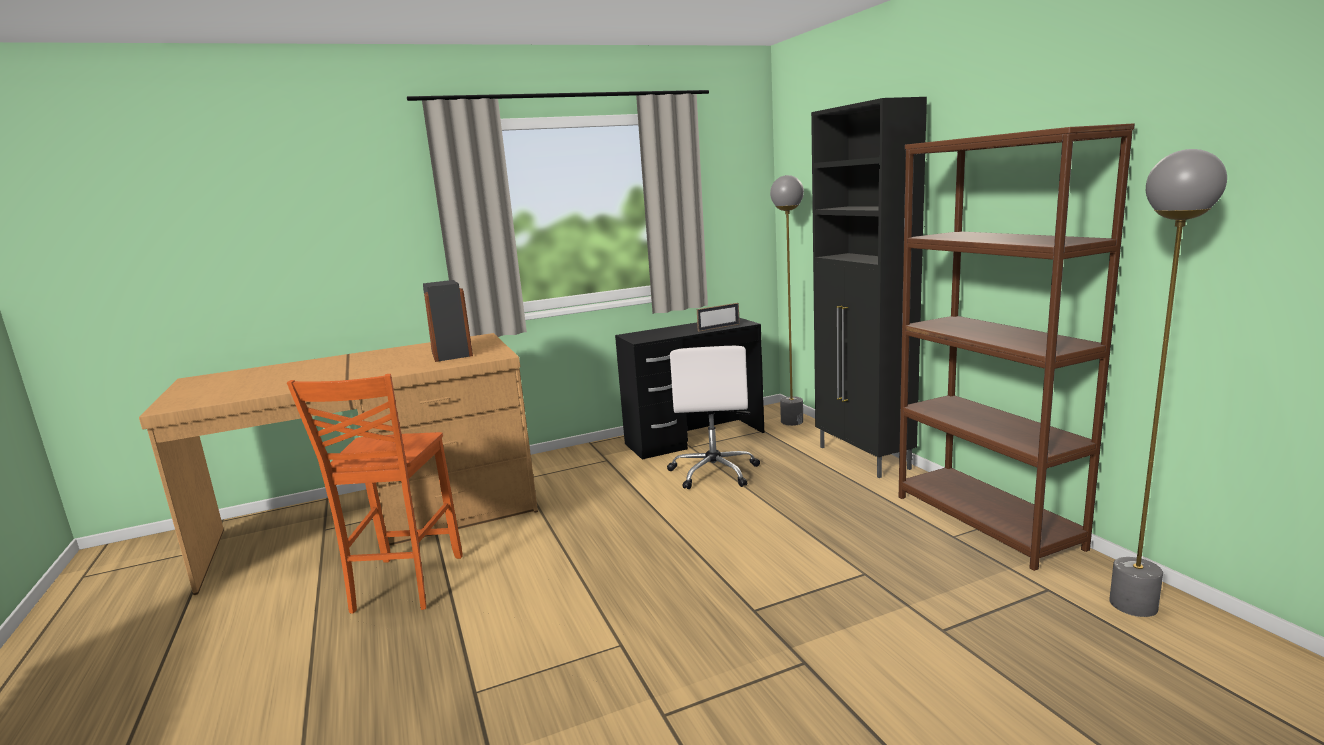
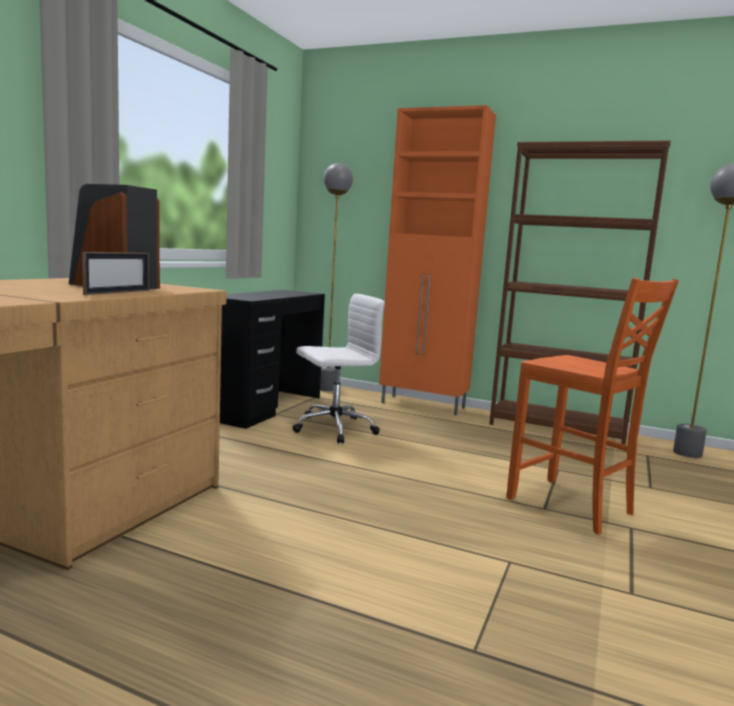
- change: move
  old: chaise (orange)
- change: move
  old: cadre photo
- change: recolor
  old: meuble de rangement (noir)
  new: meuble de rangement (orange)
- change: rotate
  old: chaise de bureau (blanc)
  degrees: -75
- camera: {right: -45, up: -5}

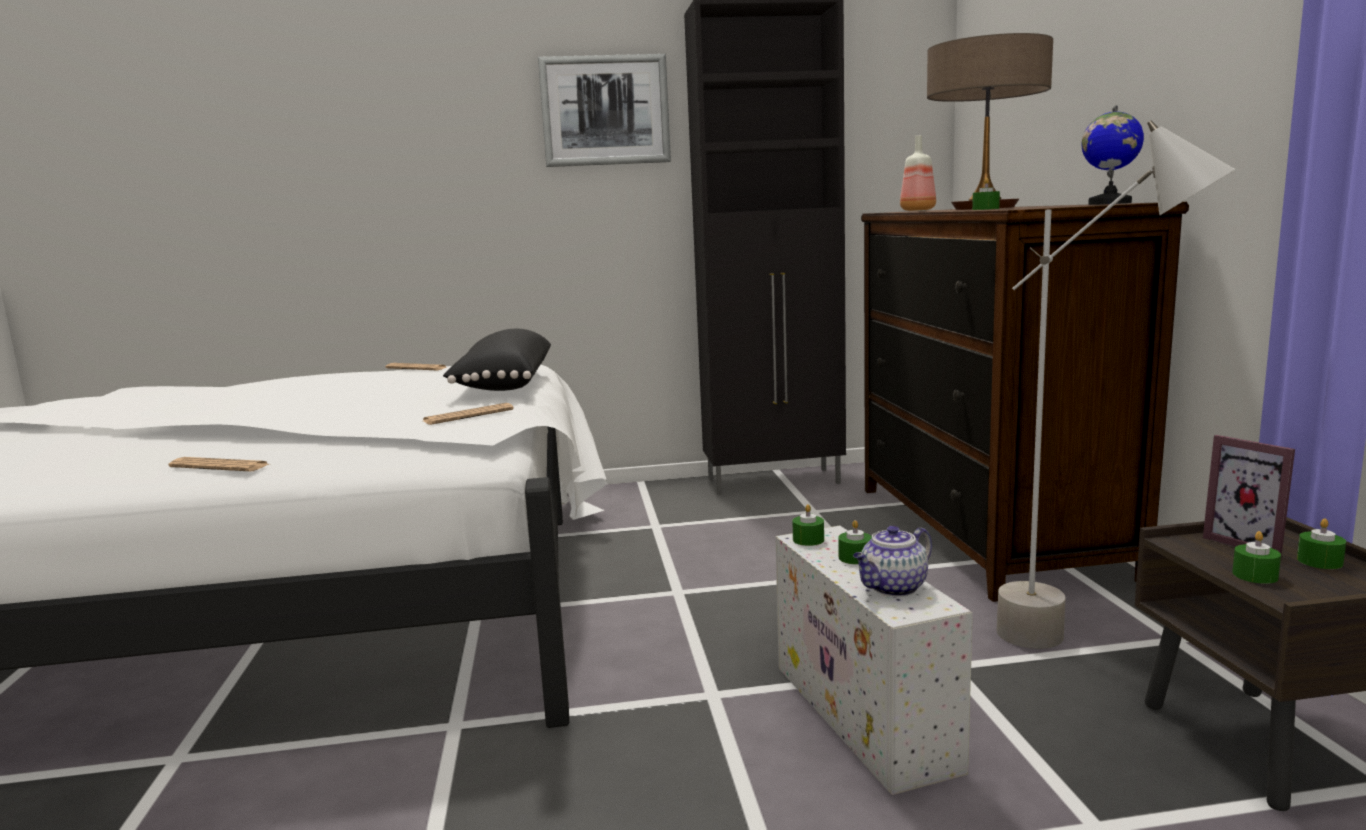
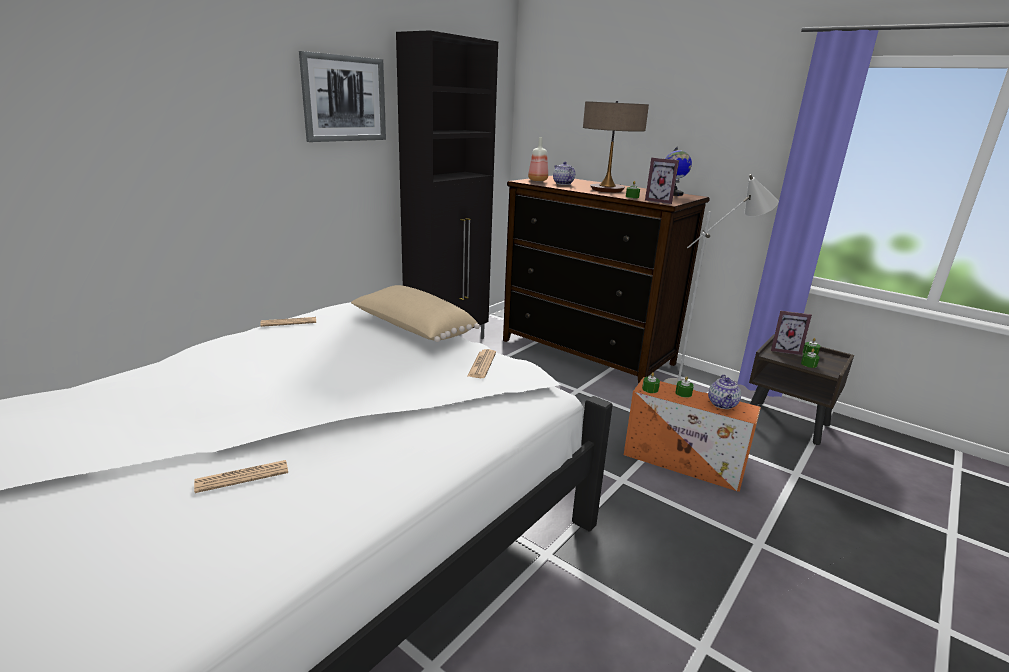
- change: insert
  new: théière (1st from left)
- change: insert
  new: cadre photo (1st from left)
- change: move
  old: journal (1st from left)
- change: recolor
  old: coussin (noir)
  new: coussin (beige)
- change: recolor
  old: boîte de rangement (blanc)
  new: boîte de rangement (orange)
- camera: {right: -45, up: 10}

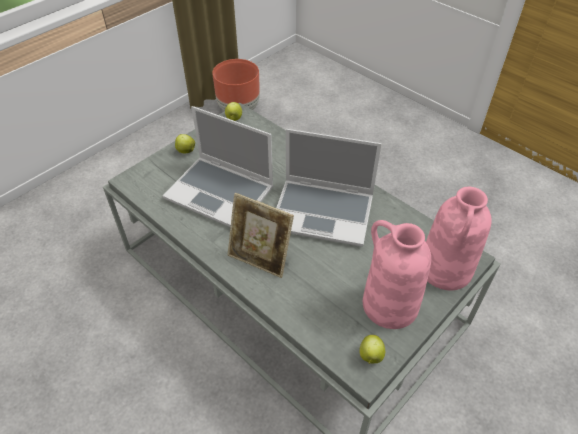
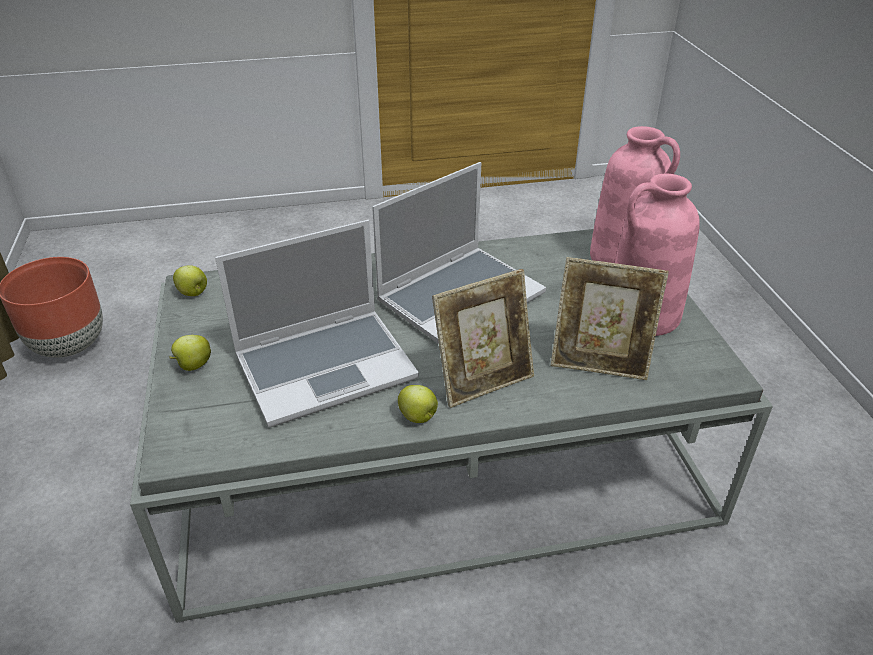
- change: insert
  new: cadre photo (2nd from left)
- change: move
  old: pomme (3rd from left)
- camera: {right: -55, up: -10}

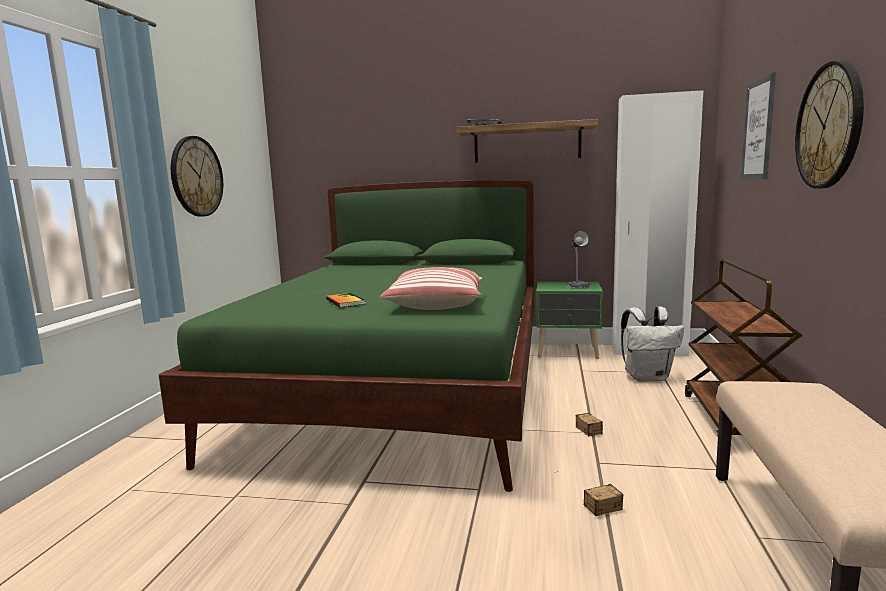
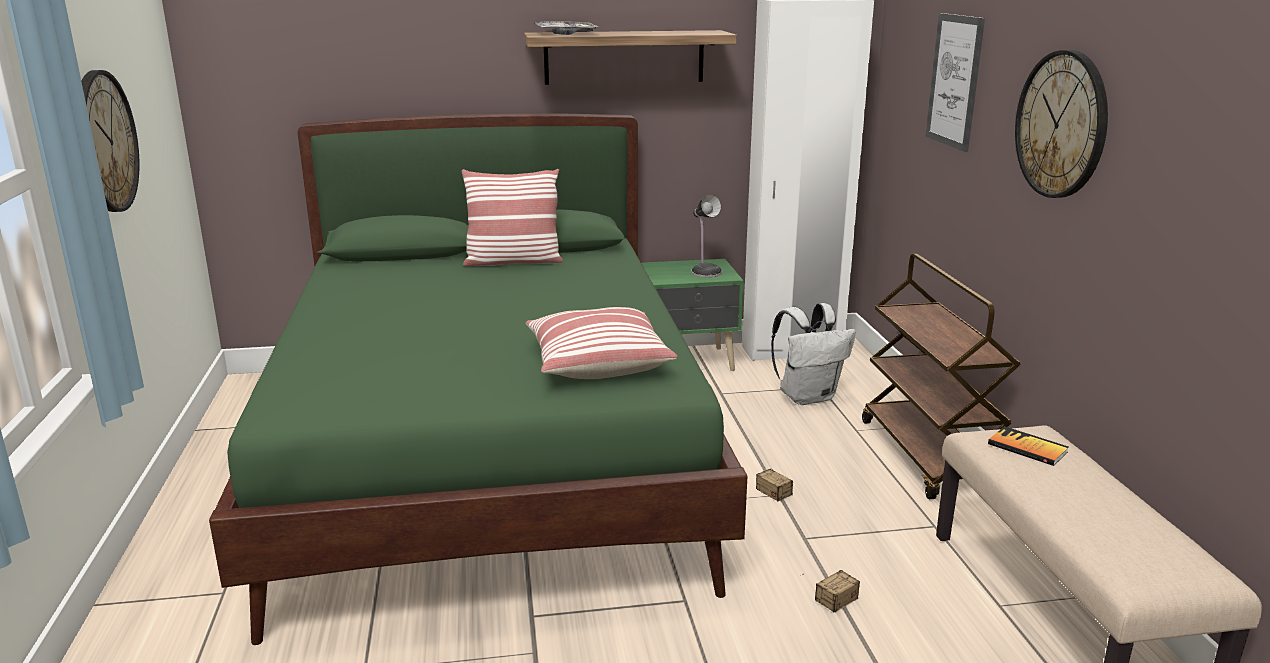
- change: insert
  new: coussin (1st from left)
- change: move
  old: livre
- camera: {right: -20, up: 10}

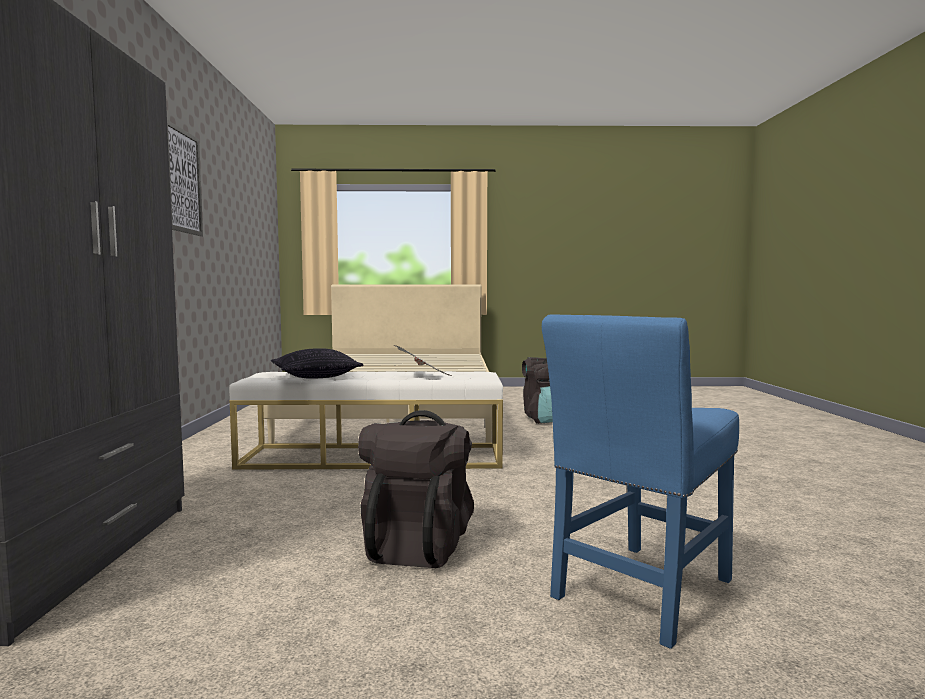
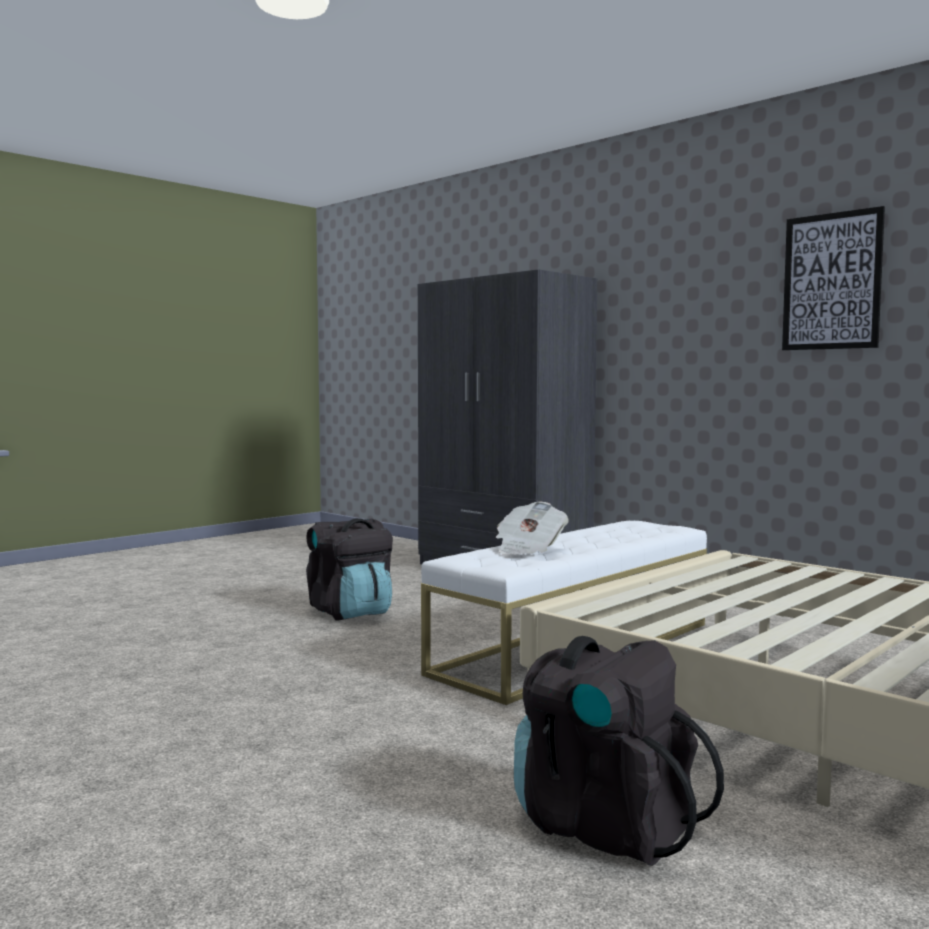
- change: delete
  old: coussin
- change: delete
  old: chaise (bleu)
- camera: {right: 135, up: 0}

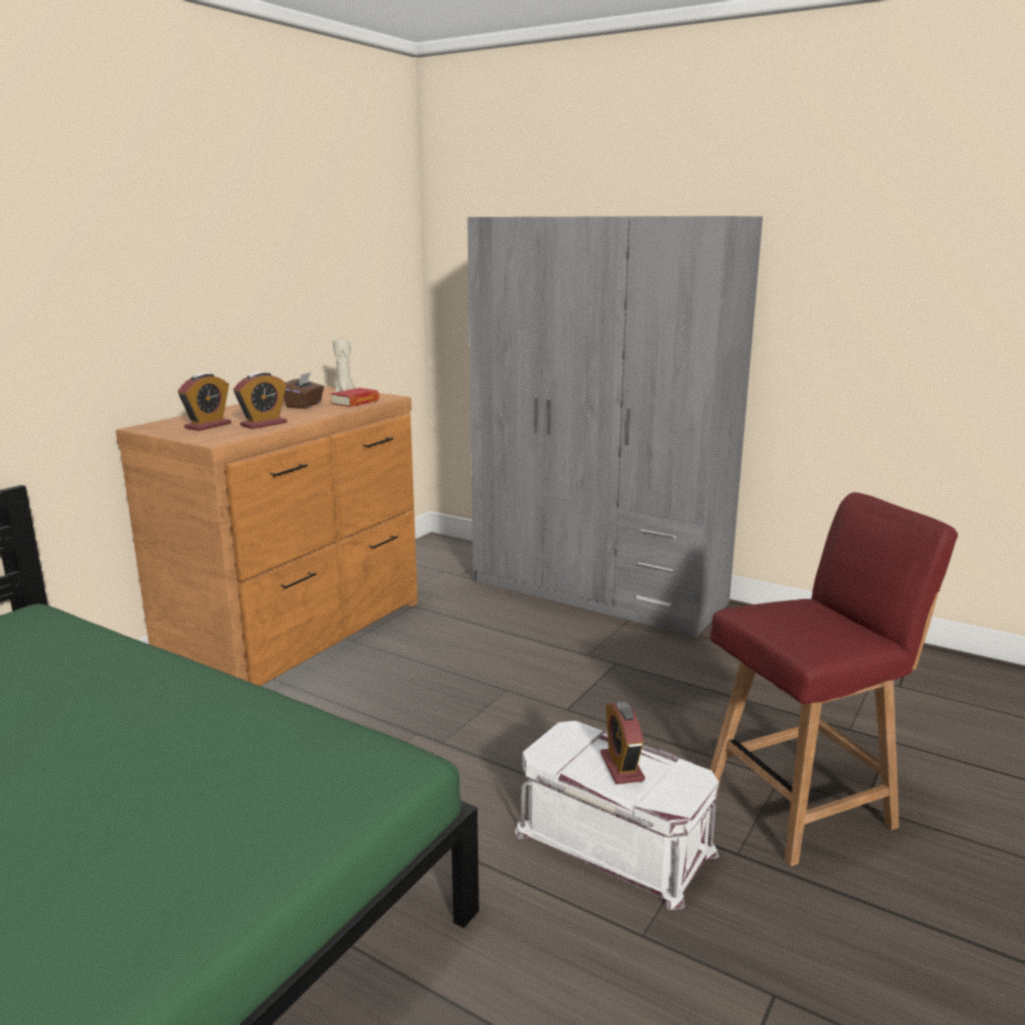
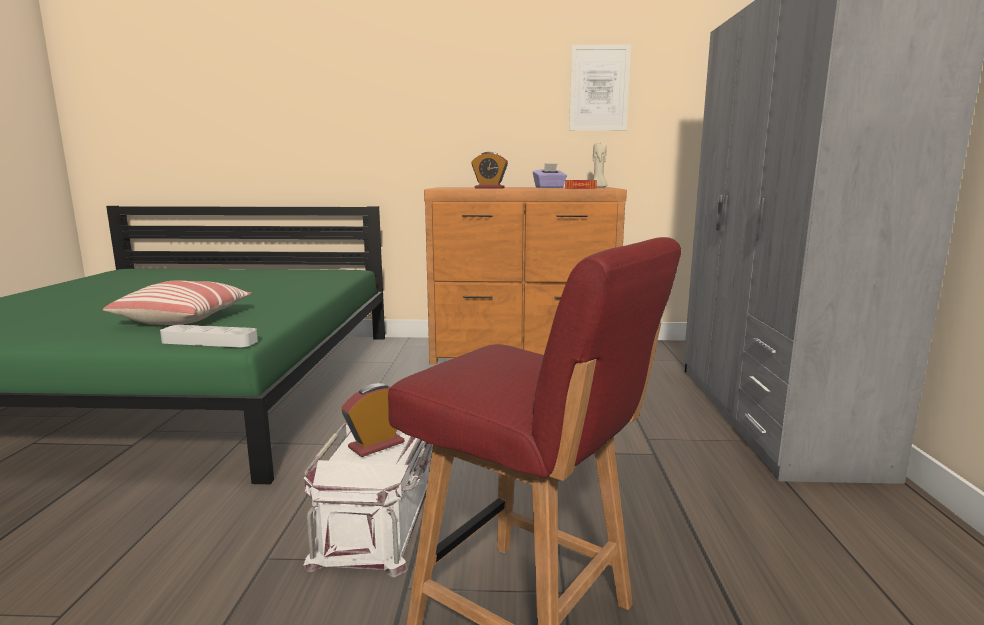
- change: delete
  old: réveil (1st from left)
- change: insert
  new: coussin
- change: insert
  new: plateau (gris)
- change: insert
  new: tableau
- change: recolor
  old: boîte à mouchoirs (marron)
  new: boîte à mouchoirs (violet)
- camera: {right: 60, up: -5}

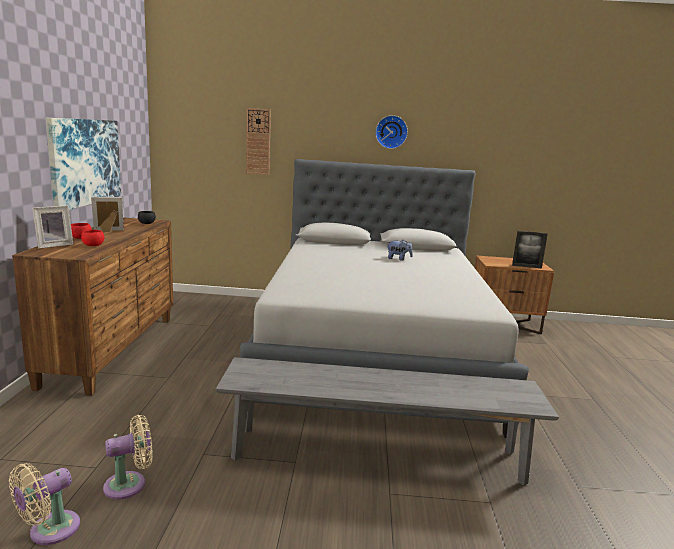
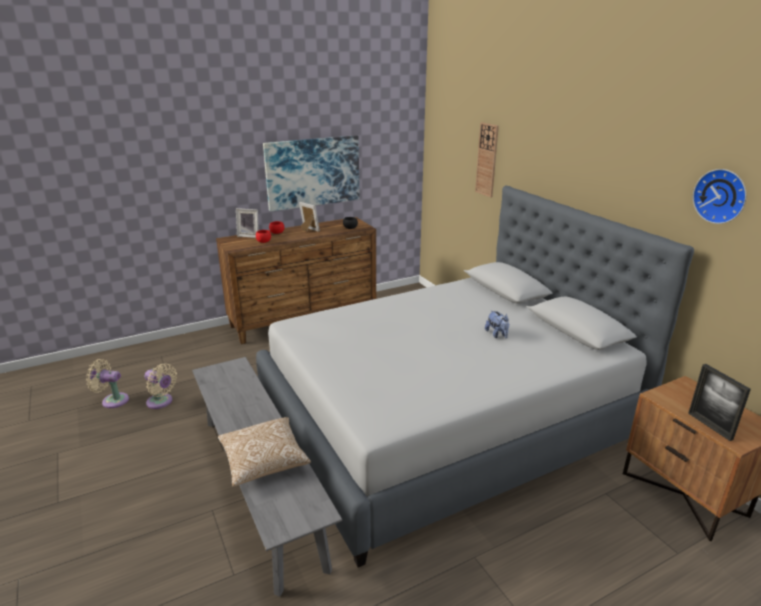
- change: insert
  new: coussin
- change: move
  old: horloge murale (2nd from left)
- camera: {right: 60, up: 10}

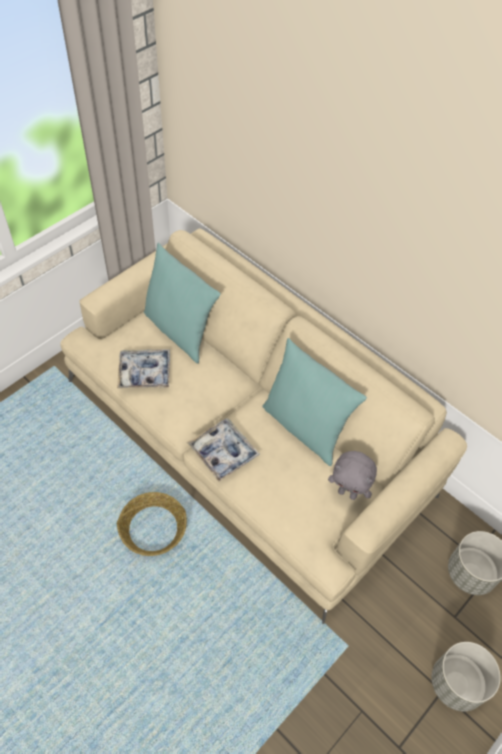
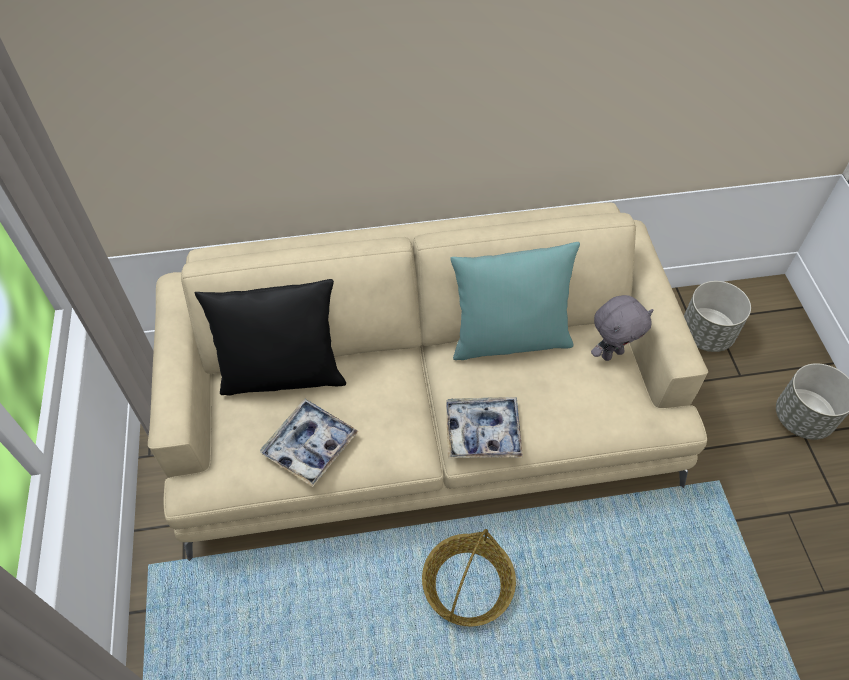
- change: recolor
  old: coussin (turquoise) (1st from left)
  new: coussin (noir)
- camera: {right: -50, up: 0}

